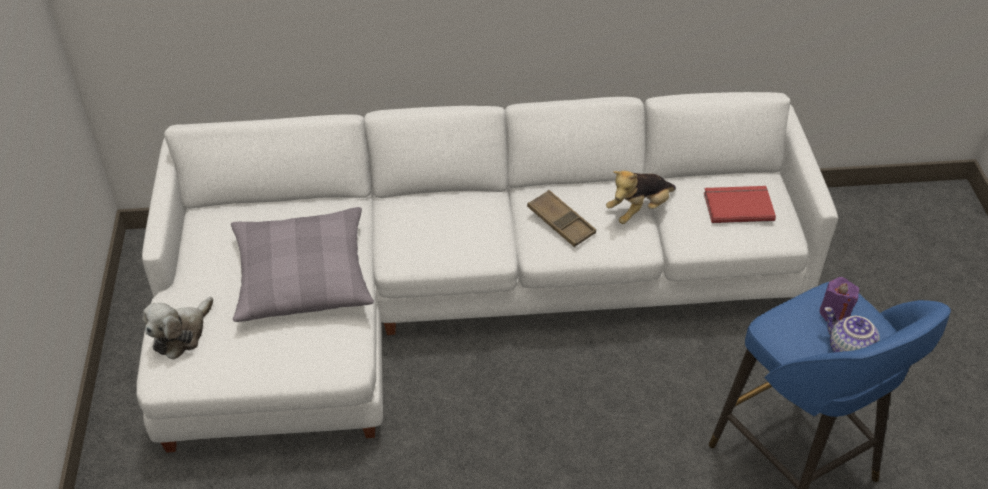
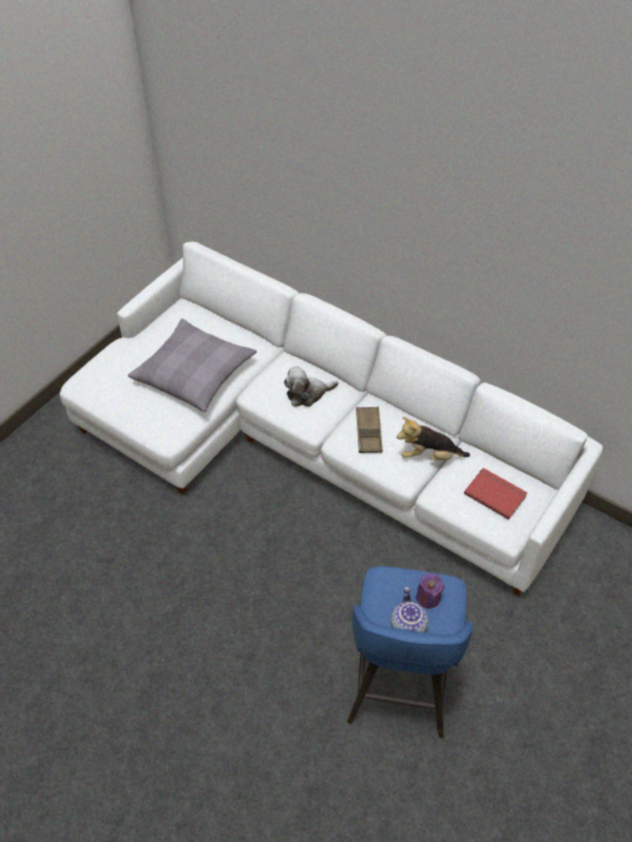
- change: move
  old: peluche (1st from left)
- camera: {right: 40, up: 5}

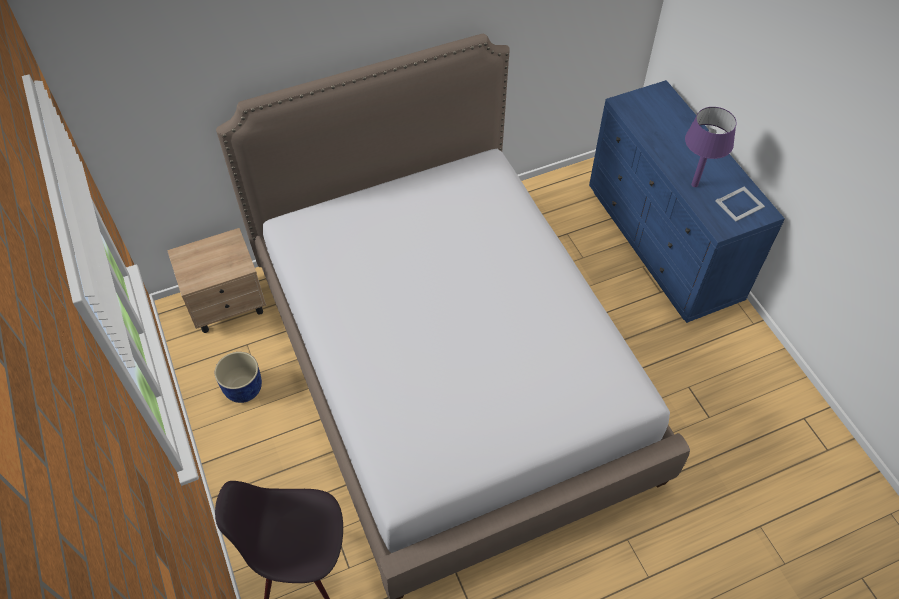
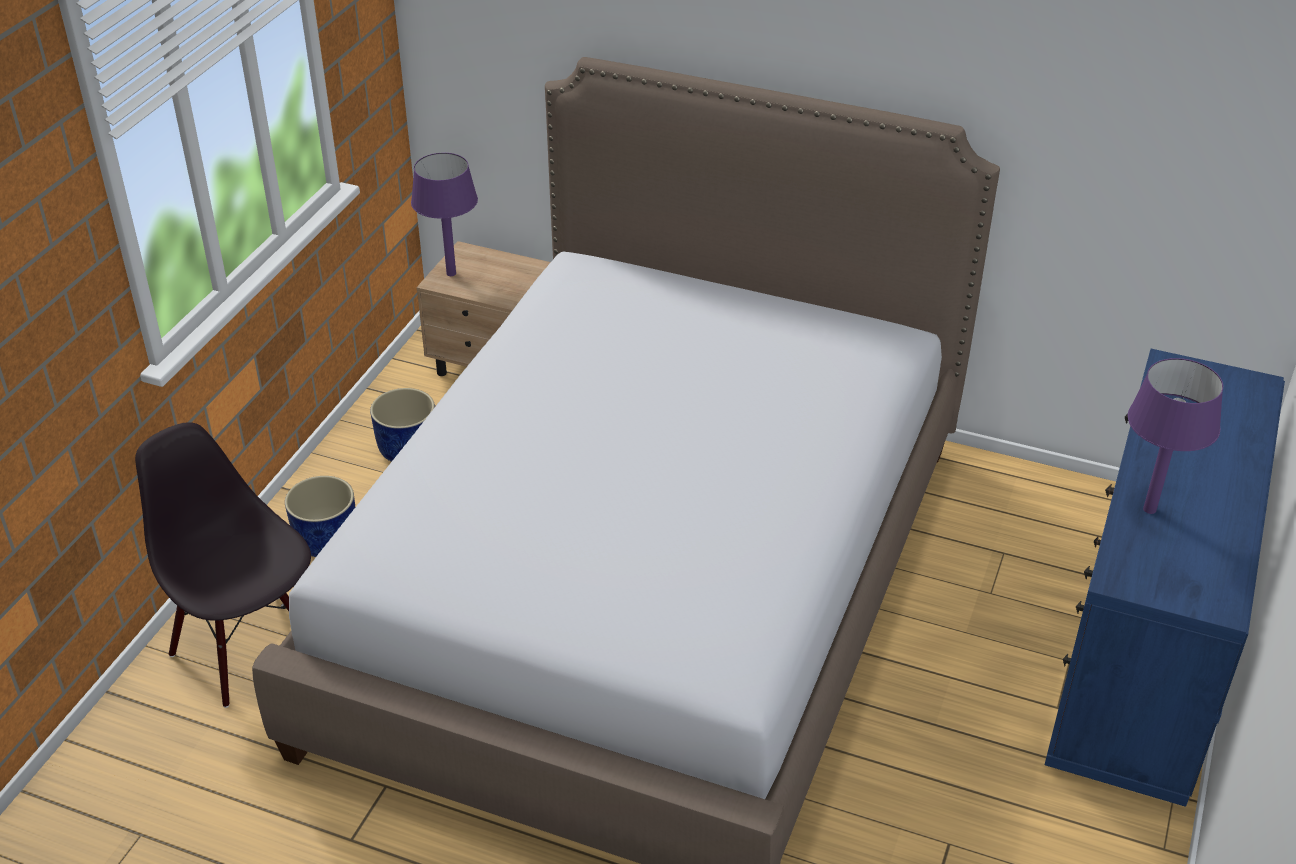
- change: delete
  old: cadre photo
- change: insert
  new: cache-pot (bleu) (1st from left)
- change: insert
  new: lampe de table (violet) (1st from left)
- camera: {right: 45, up: -15}

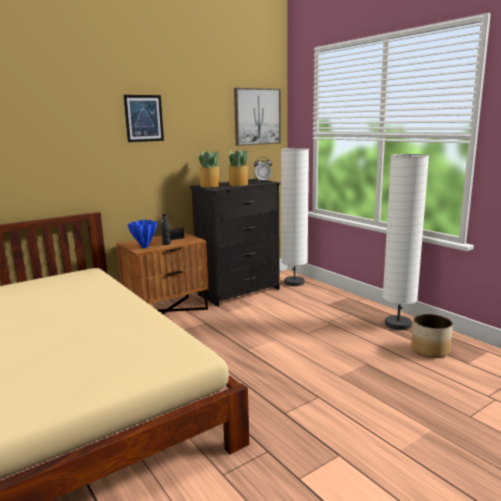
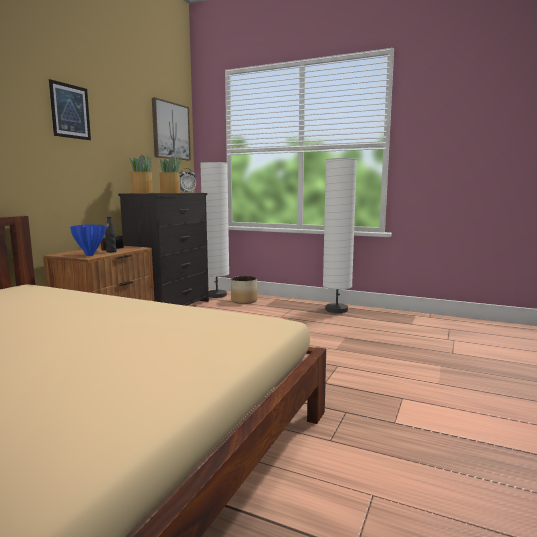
- change: move
  old: cache-pot
- camera: {right: -30, up: -5}

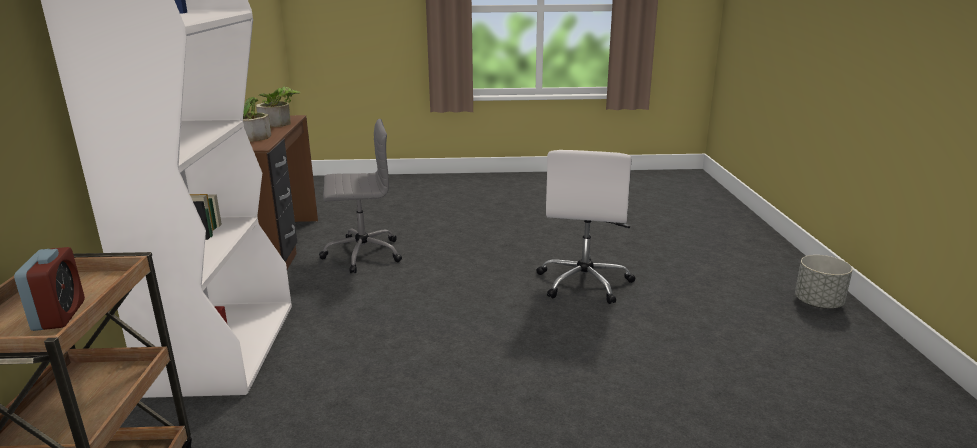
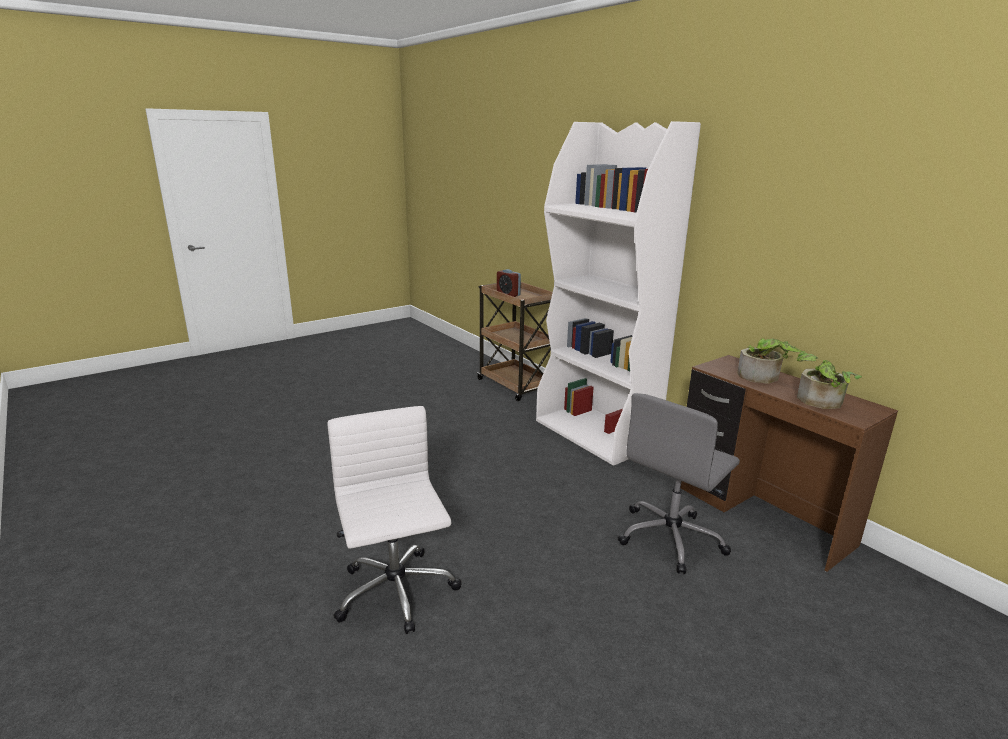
- change: delete
  old: cache-pot (gris)
- camera: {right: 145, up: 0}

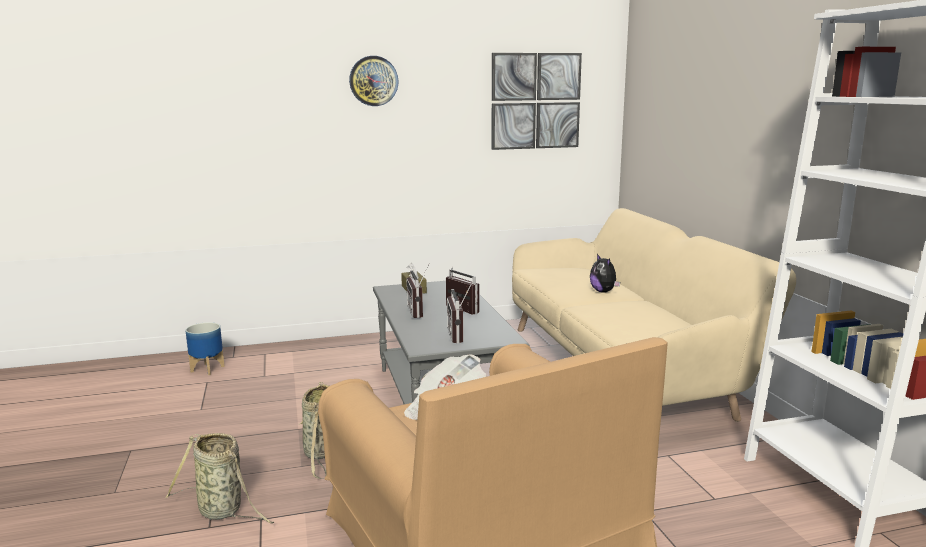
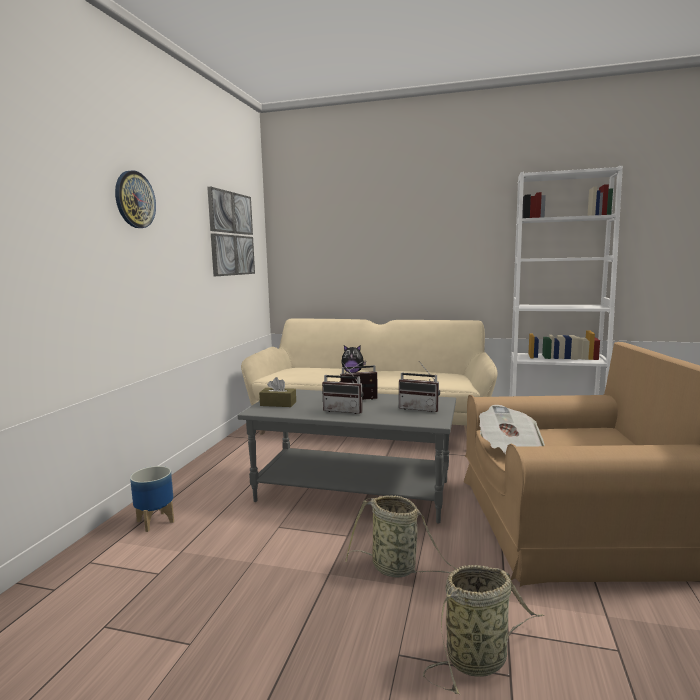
- change: move
  old: cache-pot
- camera: {right: -60, up: -5}

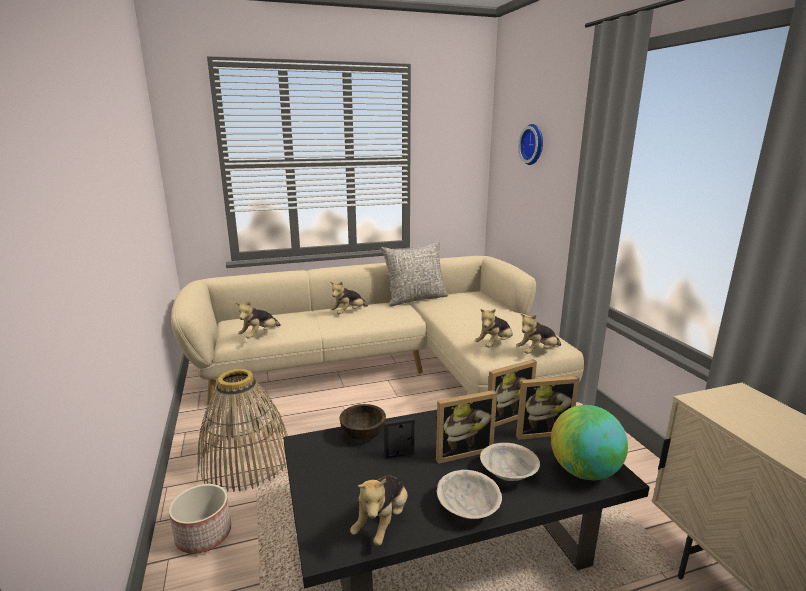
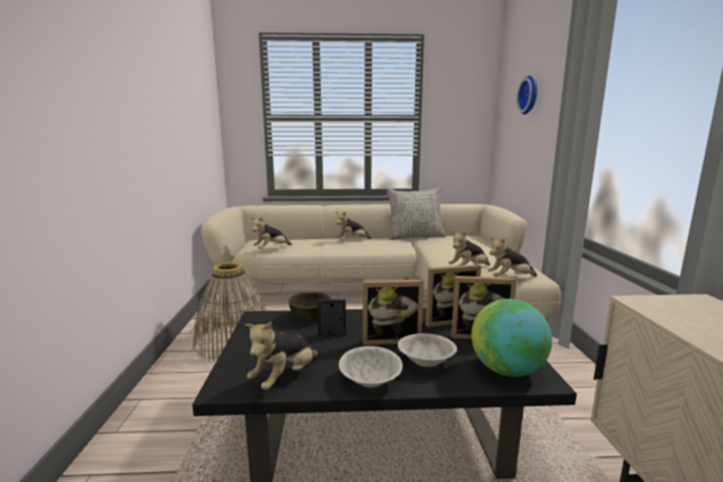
- change: delete
  old: cache-pot
- camera: {right: 15, up: -5}

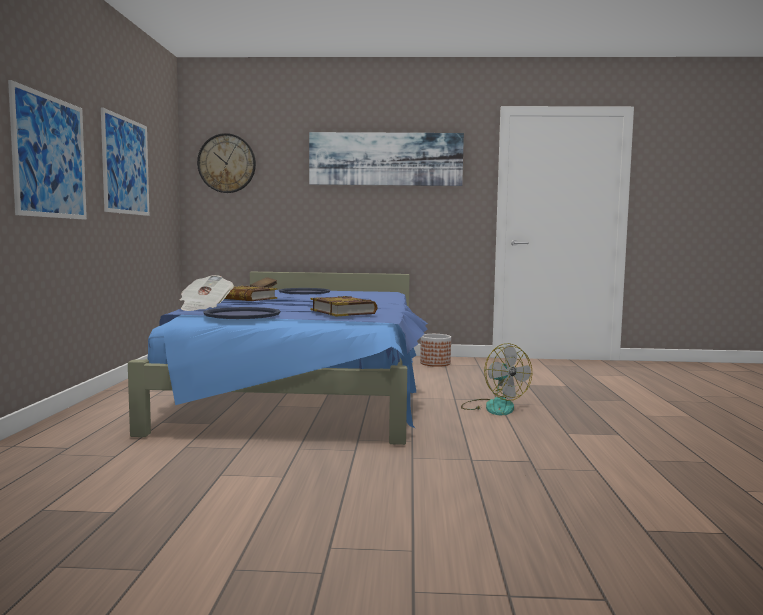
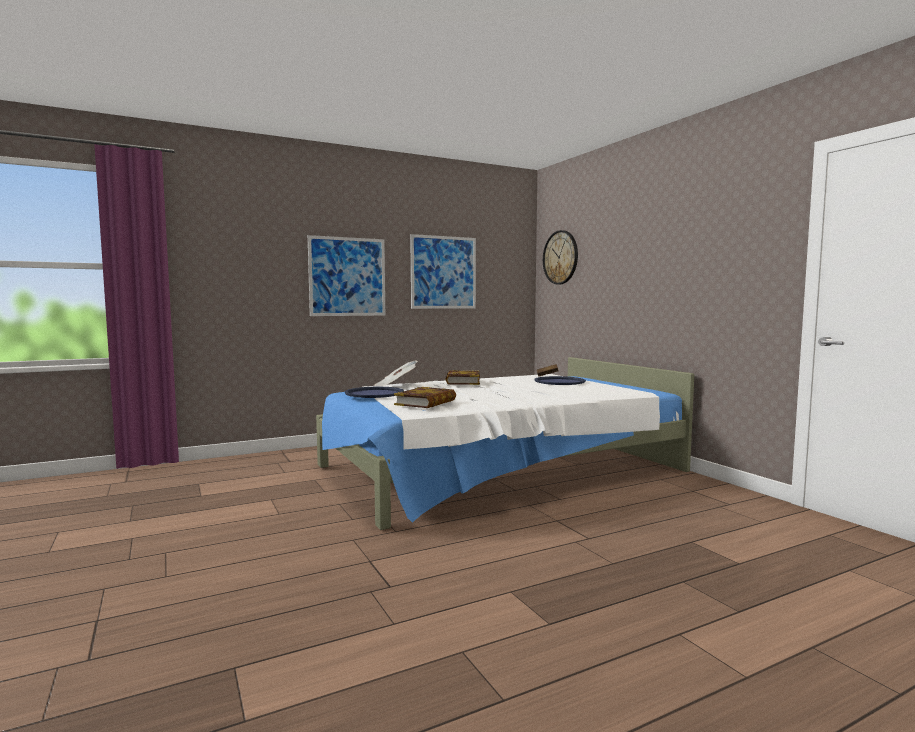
- change: delete
  old: tableau (3rd from left)
- change: delete
  old: cache-pot
- change: delete
  old: ventilateur
- change: recolor
  old: lit (bleu)
  new: lit (blanc)
- camera: {right: 60, up: 0}

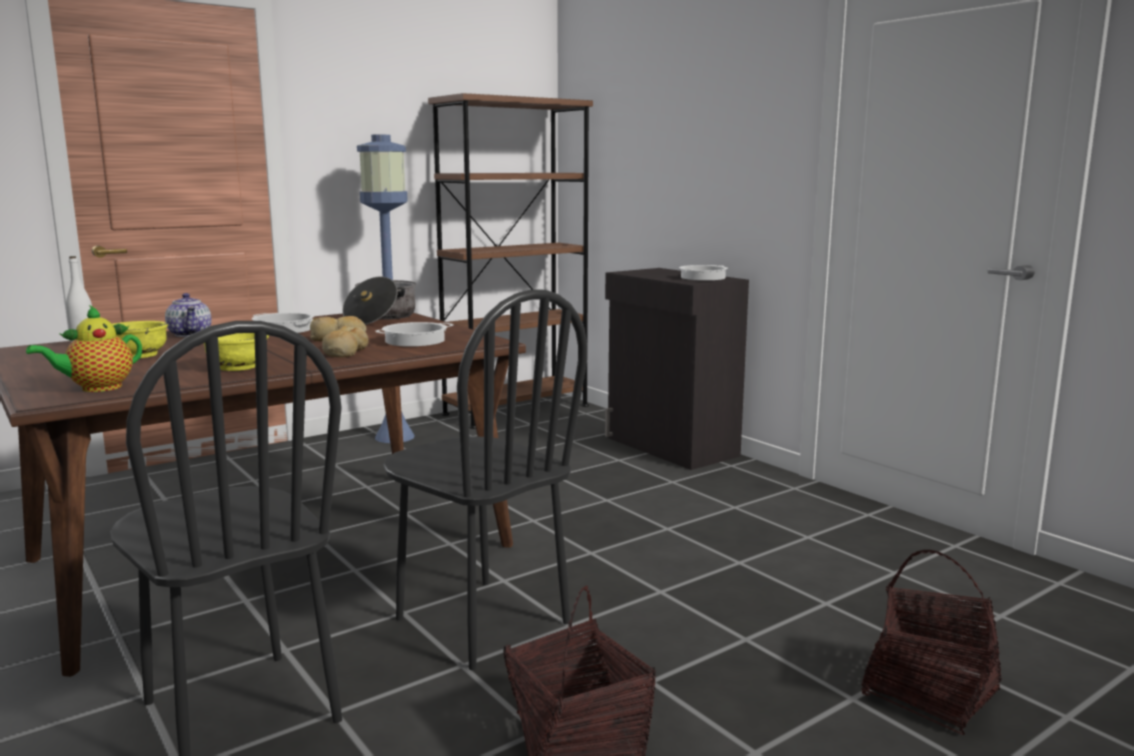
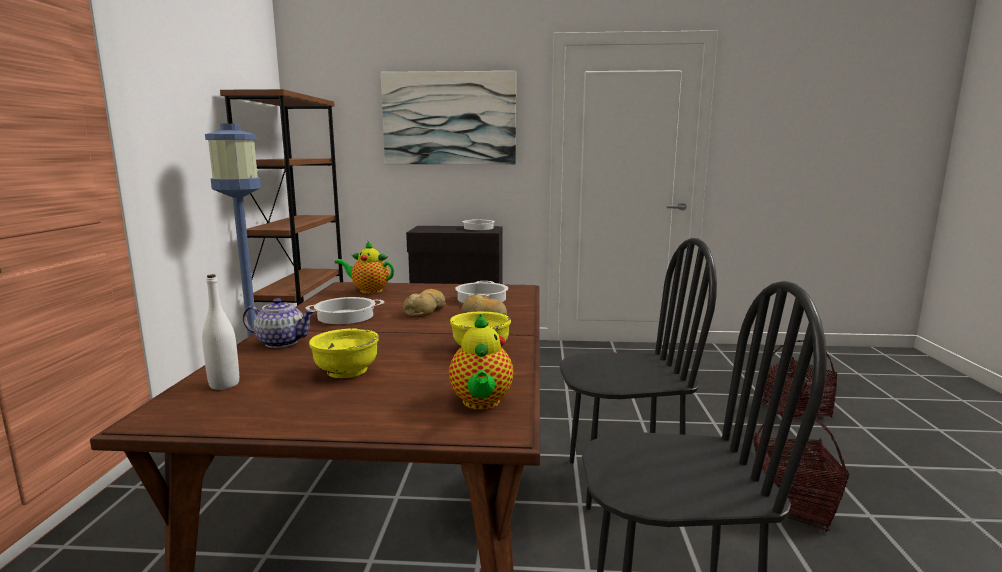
- change: insert
  new: tableau
- change: replace
  old: marmite (2nd from left)
  new: théière (2nd from left)
- camera: {right: -50, up: 0}

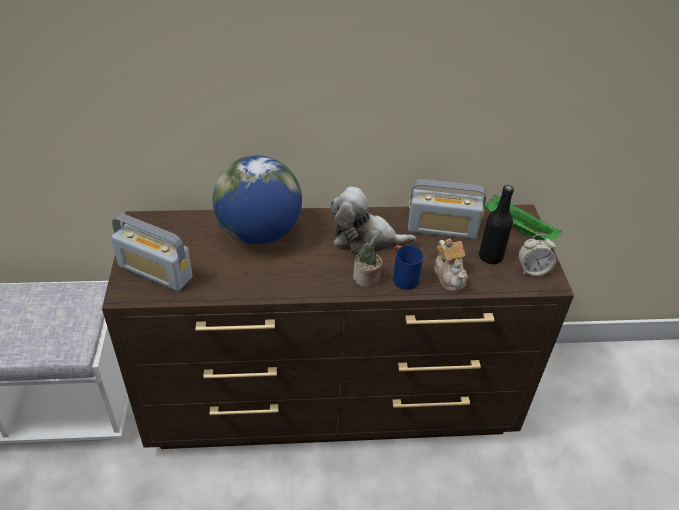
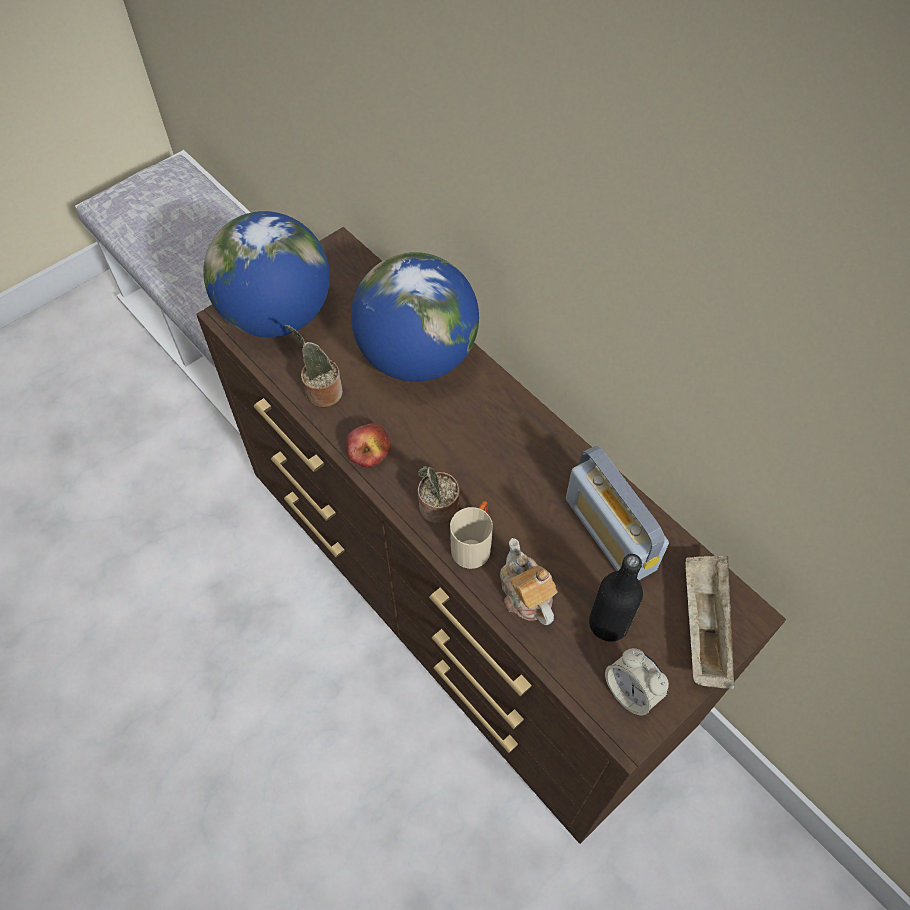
- change: delete
  old: peluche
- change: insert
  new: plante en pot (1st from left)
- change: insert
  new: pomme
- change: replace
  old: radio (1st from left)
  new: globe (1st from left)
- change: recolor
  old: mug (bleu)
  new: mug (beige)
- change: recolor
  old: plateau (vert)
  new: plateau (beige)
- change: rotate
  old: théière
  degrees: 120
- camera: {right: 55, up: 15}

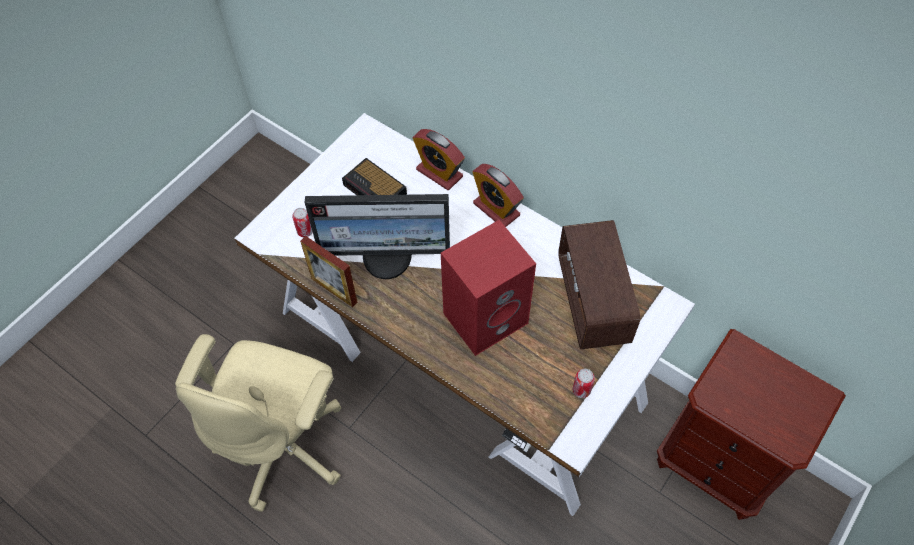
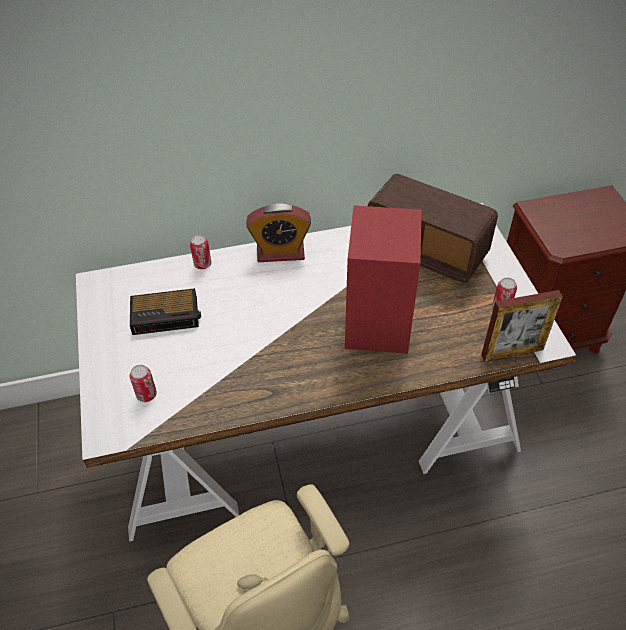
- change: delete
  old: écran d'ordinateur
- change: move
  old: cadre photo
- change: replace
  old: réveil (2nd from left)
  new: boîte métallique (2nd from left)
- camera: {right: -50, up: -10}

